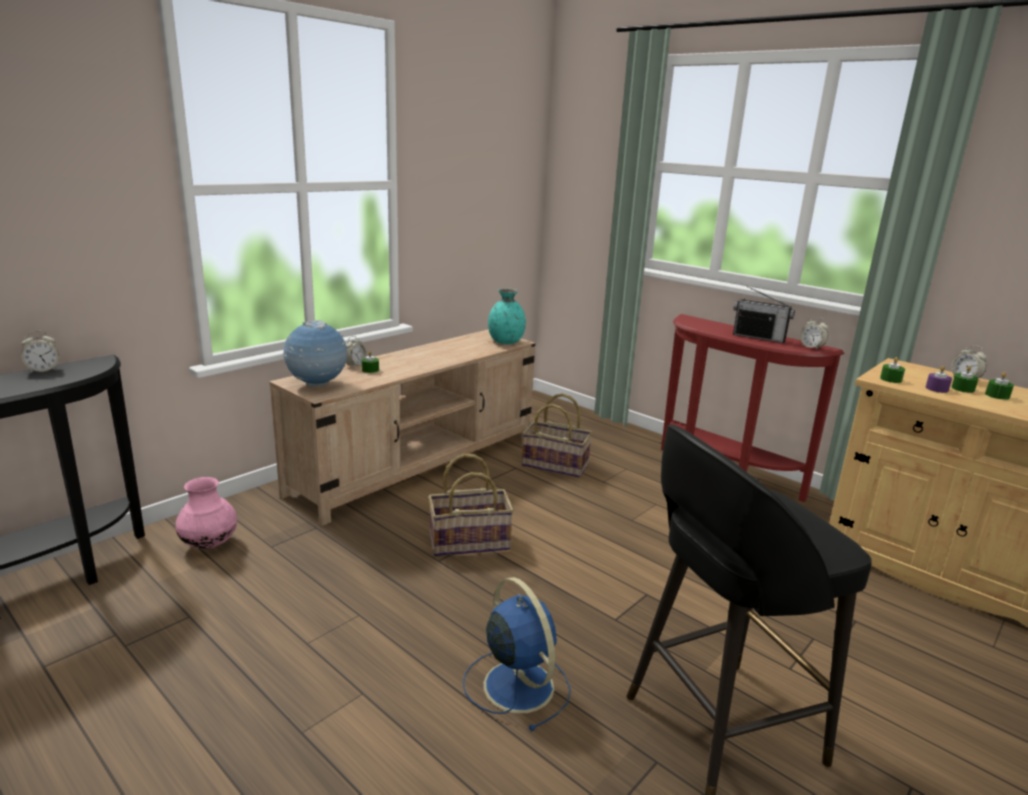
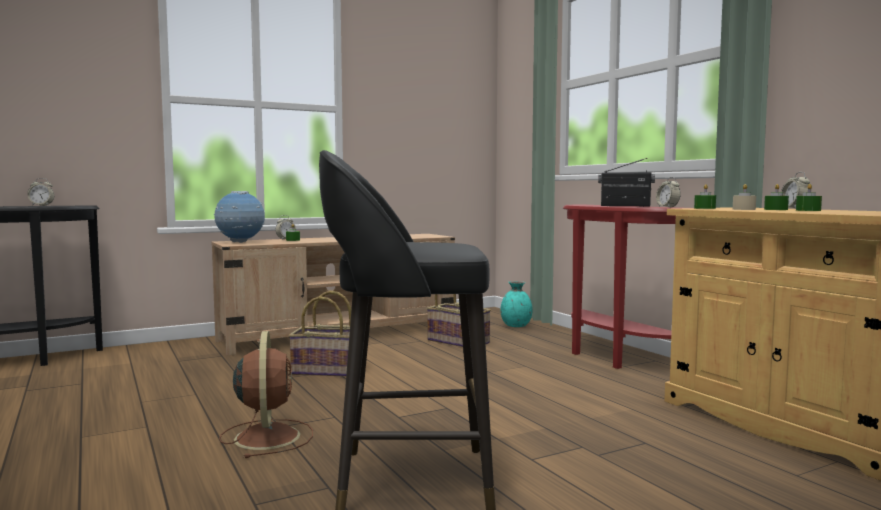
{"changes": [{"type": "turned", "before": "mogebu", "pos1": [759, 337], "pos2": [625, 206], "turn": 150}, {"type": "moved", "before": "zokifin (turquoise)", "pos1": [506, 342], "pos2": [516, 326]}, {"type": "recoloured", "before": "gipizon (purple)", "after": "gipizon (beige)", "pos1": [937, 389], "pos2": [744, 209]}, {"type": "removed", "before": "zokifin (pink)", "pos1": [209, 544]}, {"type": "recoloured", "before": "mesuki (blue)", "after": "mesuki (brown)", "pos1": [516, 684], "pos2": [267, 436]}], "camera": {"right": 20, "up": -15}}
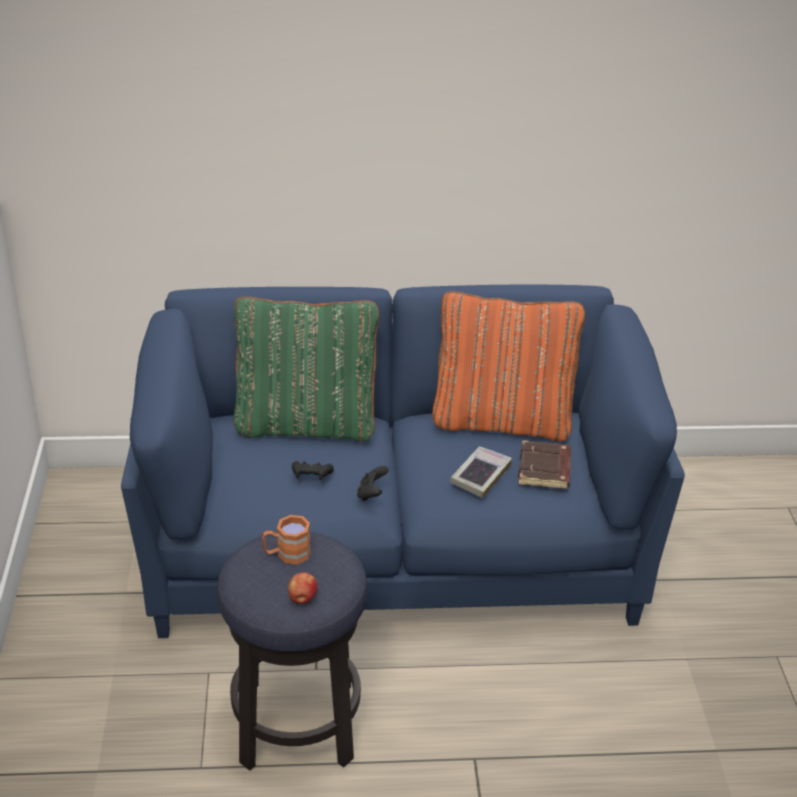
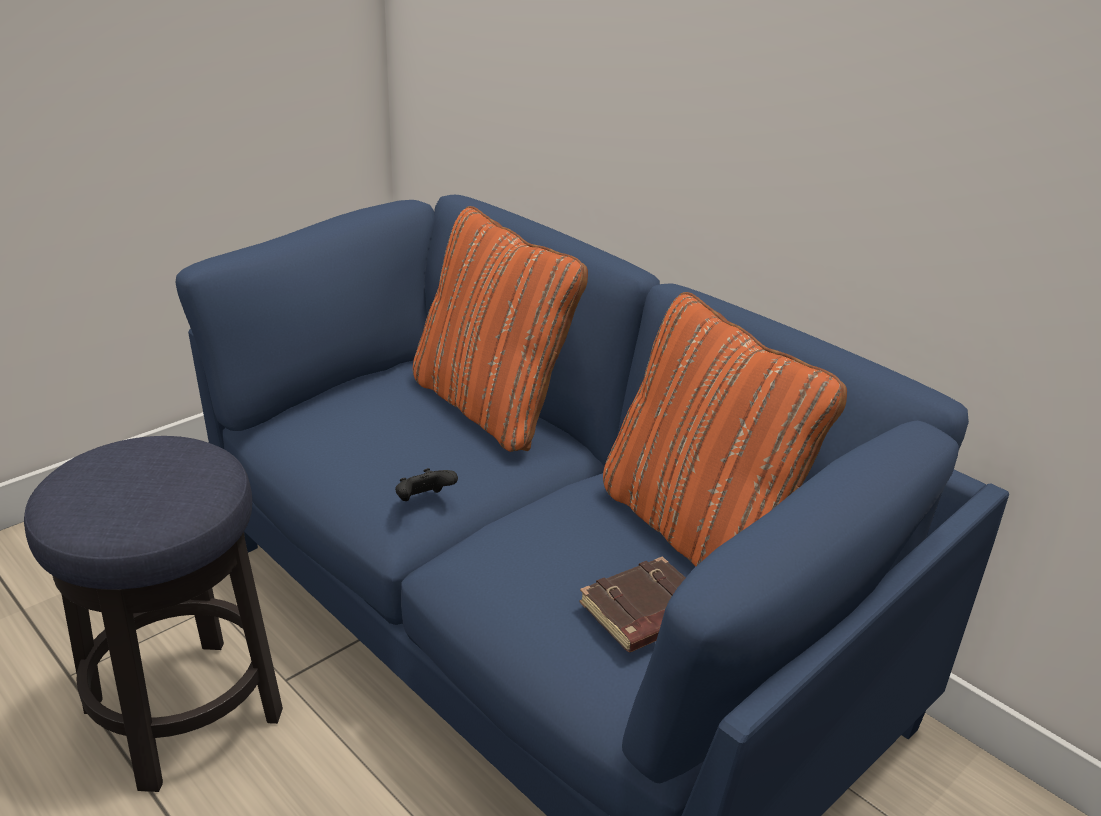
{"changes": [{"type": "recoloured", "before": "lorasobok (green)", "after": "lorasobok (orange)", "pos1": [306, 424], "pos2": [492, 406]}, {"type": "removed", "before": "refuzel", "pos1": [480, 475]}, {"type": "removed", "before": "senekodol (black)", "pos1": [311, 477]}, {"type": "removed", "before": "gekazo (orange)", "pos1": [286, 554]}, {"type": "removed", "before": "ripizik", "pos1": [302, 599]}], "camera": {"right": 50, "up": -5}}
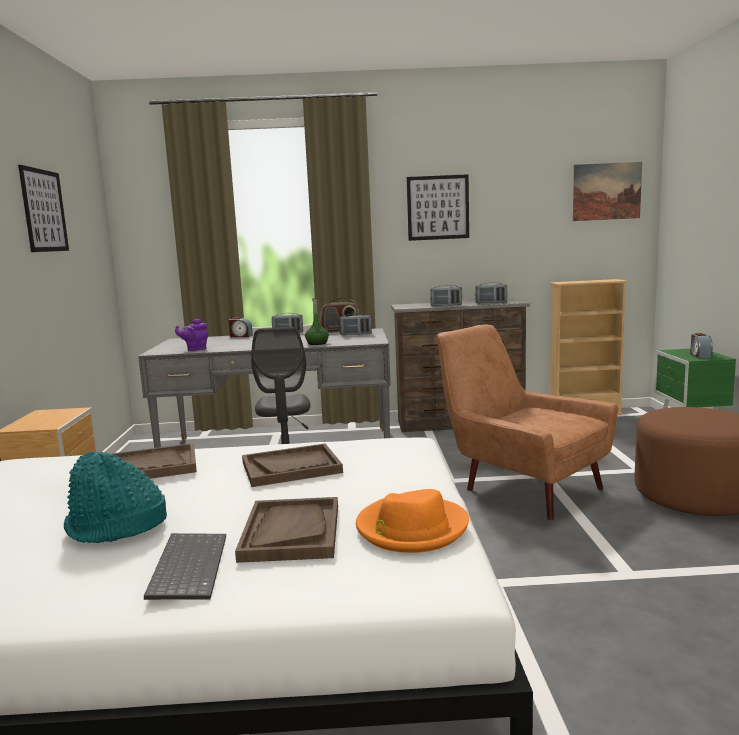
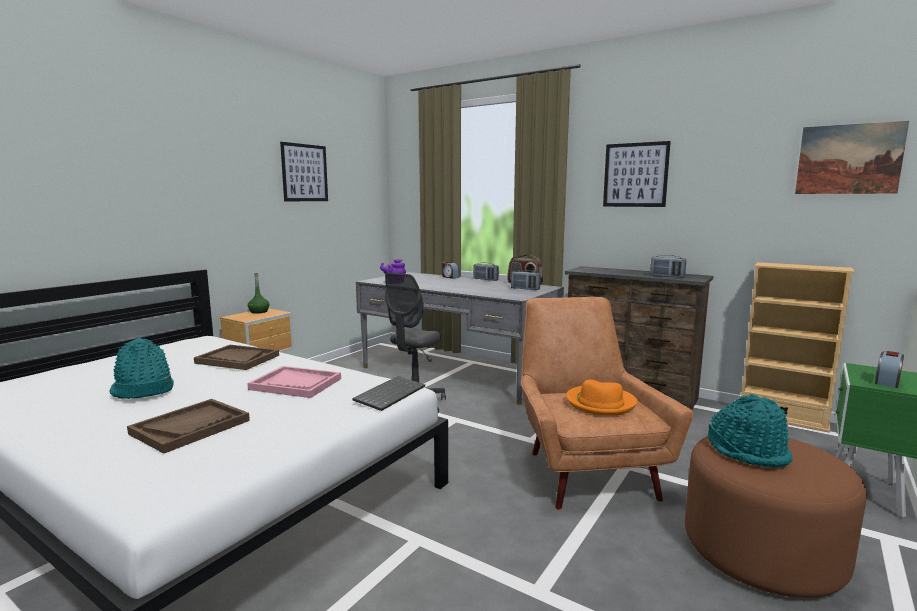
{"changes": [{"type": "removed", "before": "mogebu", "pos1": [446, 305]}, {"type": "moved", "before": "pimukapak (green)", "pos1": [317, 343], "pos2": [259, 312]}, {"type": "recoloured", "before": "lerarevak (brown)", "after": "lerarevak (pink)", "pos1": [291, 467], "pos2": [296, 384]}, {"type": "moved", "before": "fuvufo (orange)", "pos1": [411, 528], "pos2": [599, 403]}, {"type": "moved", "before": "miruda", "pos1": [187, 567], "pos2": [389, 394]}, {"type": "added", "after": "fuvufo (turquoise)", "pos2": [748, 452]}], "camera": {"right": 35, "up": 0}}
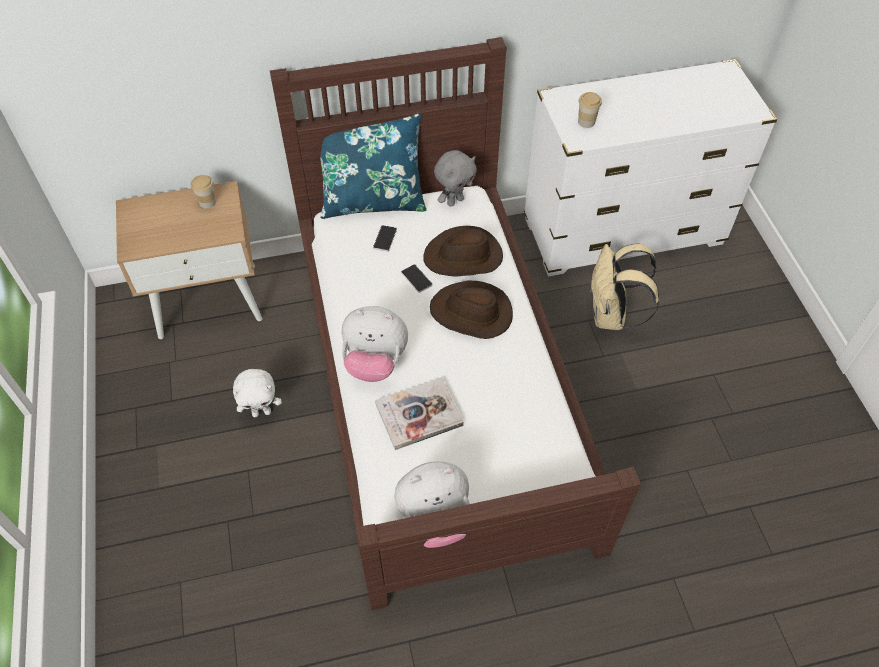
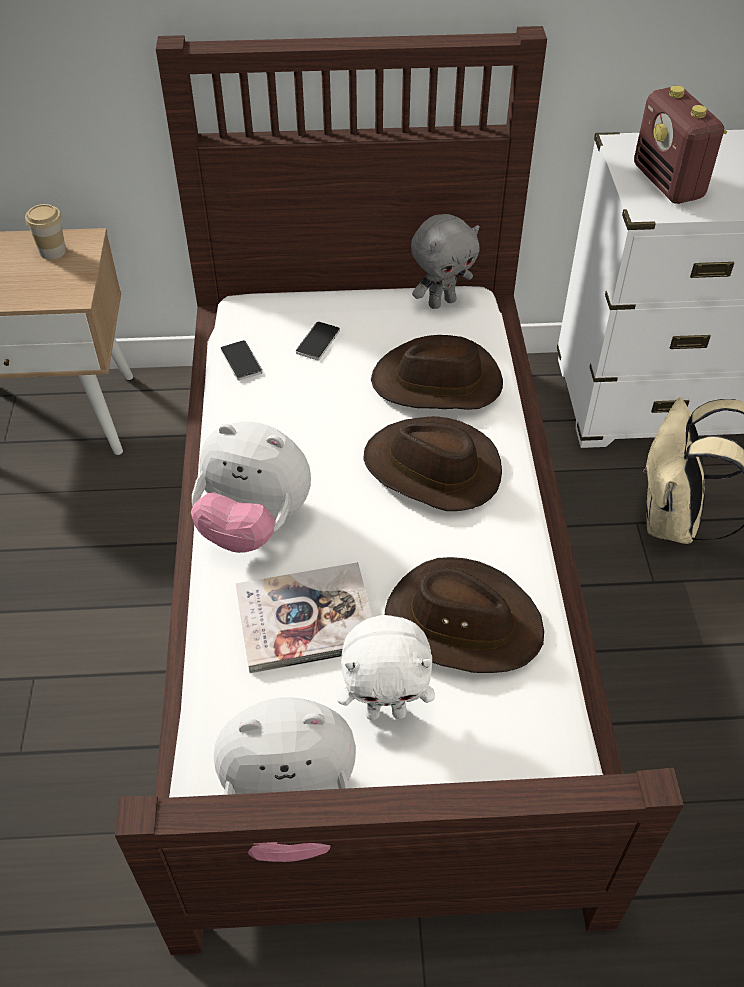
{"changes": [{"type": "replaced", "before": "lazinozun", "after": "mogebu", "pos1": [586, 122], "pos2": [668, 183]}, {"type": "removed", "before": "lorasobok (blue)", "pos1": [373, 201]}, {"type": "moved", "before": "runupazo", "pos1": [416, 279], "pos2": [241, 361]}, {"type": "moved", "before": "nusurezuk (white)", "pos1": [262, 412], "pos2": [386, 710]}, {"type": "added", "after": "fuvufo (brown)", "pos2": [462, 622]}], "camera": {"right": 10, "up": -5}}
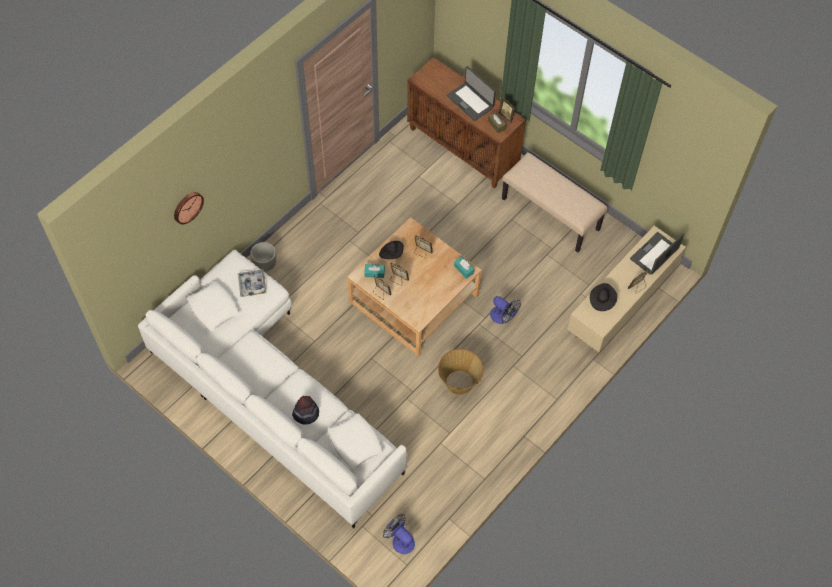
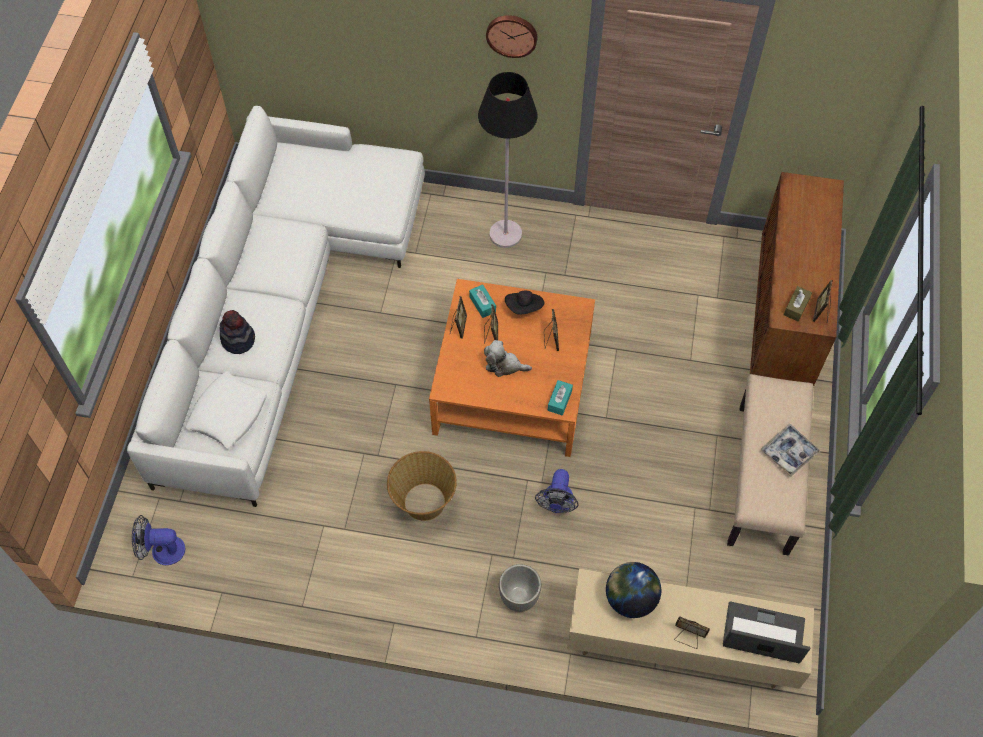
{"changes": [{"type": "removed", "before": "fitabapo", "pos1": [470, 101]}, {"type": "moved", "before": "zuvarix", "pos1": [187, 207], "pos2": [512, 34]}, {"type": "recoloured", "before": "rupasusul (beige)", "after": "rupasusul (orange)", "pos1": [414, 298], "pos2": [512, 385]}, {"type": "moved", "before": "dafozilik", "pos1": [265, 264], "pos2": [520, 597]}, {"type": "moved", "before": "lerarevak", "pos1": [252, 285], "pos2": [789, 452]}, {"type": "removed", "before": "lorasobok (white)", "pos1": [213, 308]}, {"type": "replaced", "before": "fuvufo (black)", "after": "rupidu", "pos1": [602, 300], "pos2": [630, 599]}, {"type": "turned", "before": "mesuki", "pos1": [400, 540], "pos2": [162, 550], "turn": -105}, {"type": "added", "after": "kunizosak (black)", "pos2": [505, 234]}, {"type": "added", "after": "nusurezuk", "pos2": [504, 365]}], "camera": {"right": 60, "up": 0}}
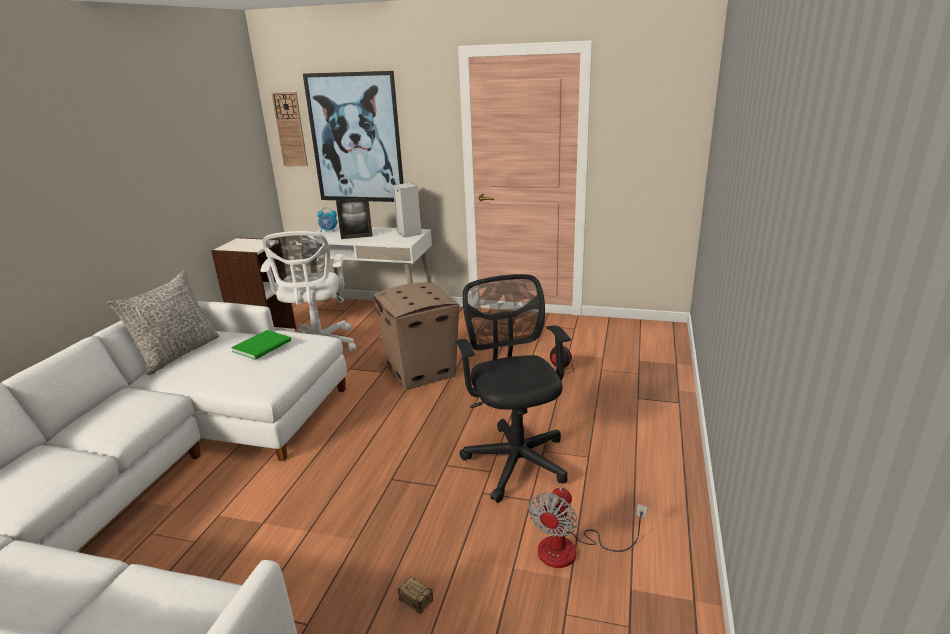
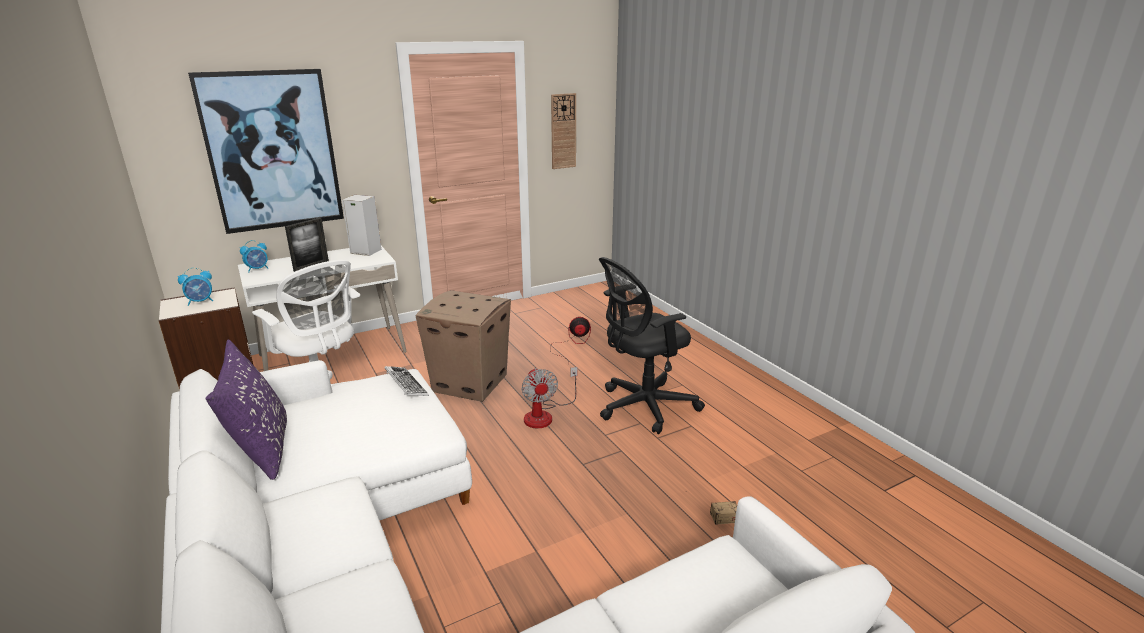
{"changes": [{"type": "moved", "before": "zuvarix", "pos1": [290, 129], "pos2": [563, 131]}, {"type": "recoloured", "before": "lorasobok (grey)", "after": "lorasobok (purple)", "pos1": [177, 354], "pos2": [262, 448]}, {"type": "turned", "before": "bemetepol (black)", "pos1": [515, 458], "pos2": [642, 407], "turn": -60}, {"type": "removed", "before": "refuzel (green)", "pos1": [264, 346]}, {"type": "moved", "before": "mesuki", "pos1": [571, 550], "pos2": [545, 415]}, {"type": "added", "after": "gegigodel", "pos2": [201, 302]}, {"type": "added", "after": "miruda", "pos2": [406, 385]}], "camera": {"right": -45, "up": 0}}
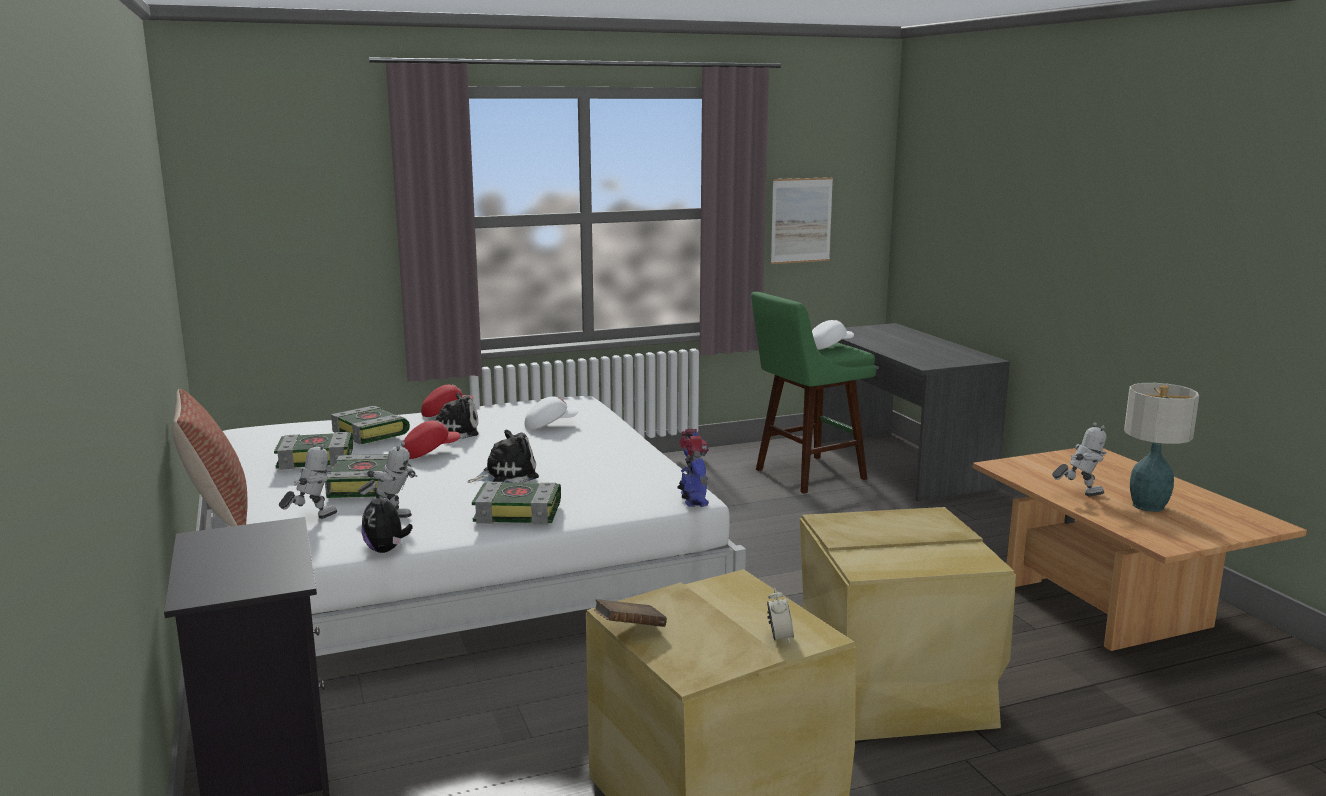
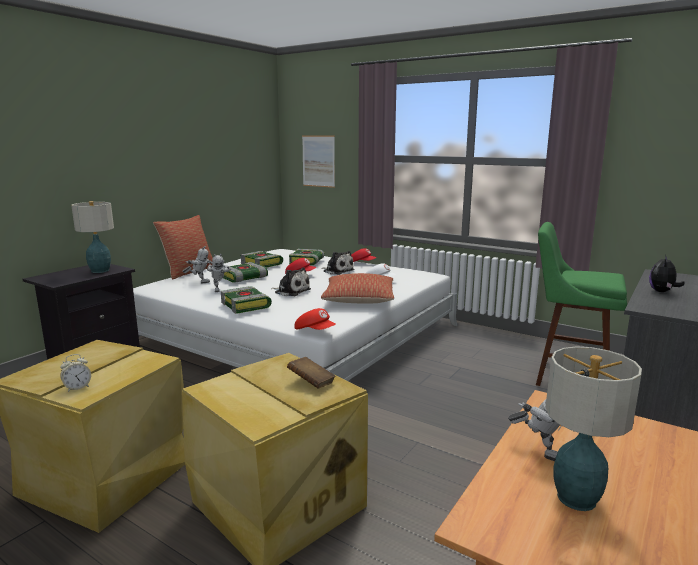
{"changes": [{"type": "moved", "before": "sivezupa", "pos1": [801, 220], "pos2": [318, 161]}, {"type": "removed", "before": "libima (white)", "pos1": [829, 346]}, {"type": "replaced", "before": "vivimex", "after": "libima (red)", "pos1": [693, 500], "pos2": [315, 331]}, {"type": "moved", "before": "nusurezuk", "pos1": [386, 550], "pos2": [662, 292]}, {"type": "moved", "before": "refuzel (brown)", "pos1": [630, 629], "pos2": [311, 382]}, {"type": "added", "after": "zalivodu", "pos2": [100, 271]}, {"type": "added", "after": "lorasobok", "pos2": [359, 299]}], "camera": {"right": 55, "up": 0}}
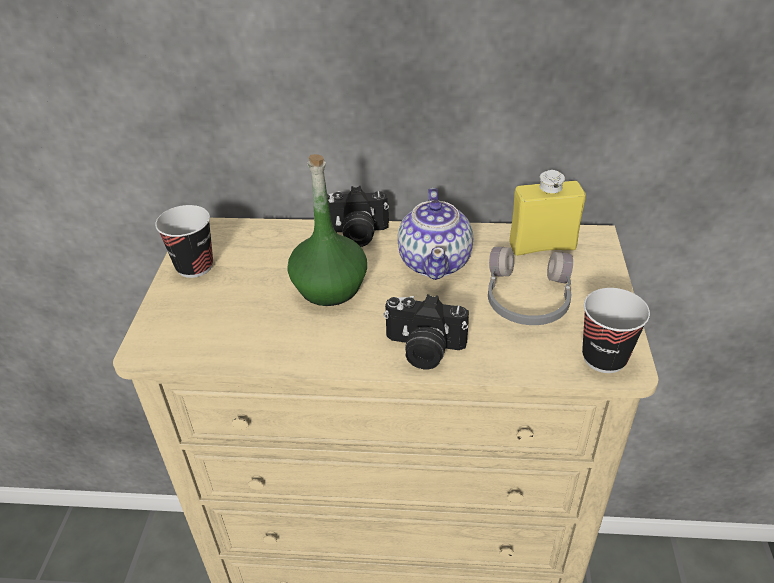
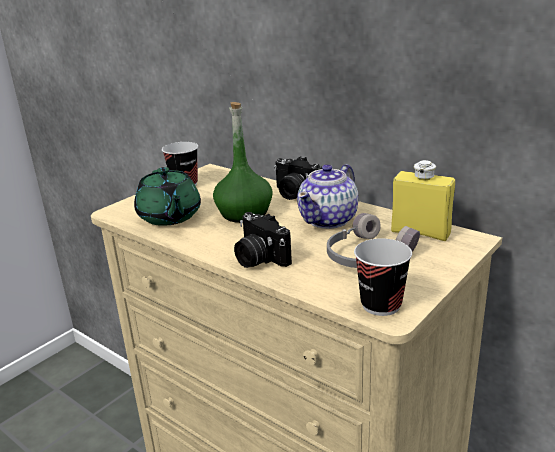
{"changes": [{"type": "added", "after": "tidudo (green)", "pos2": [169, 217]}], "camera": {"right": 35, "up": -15}}
